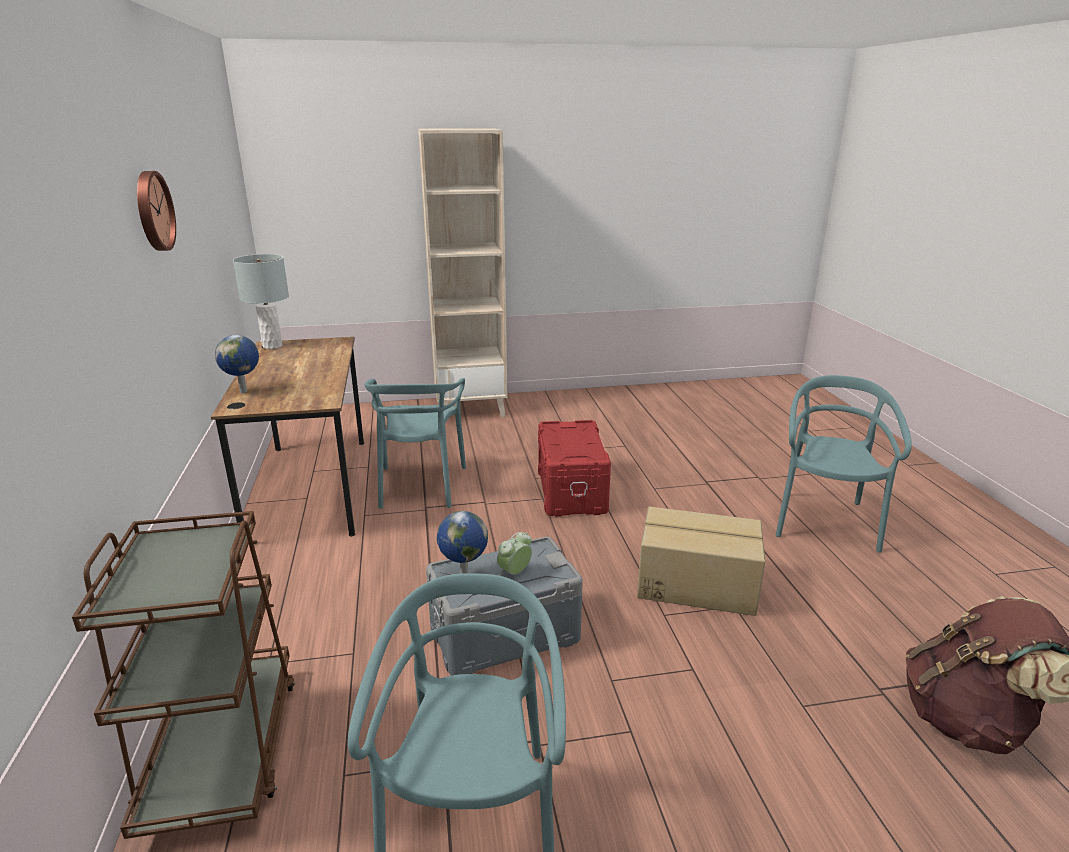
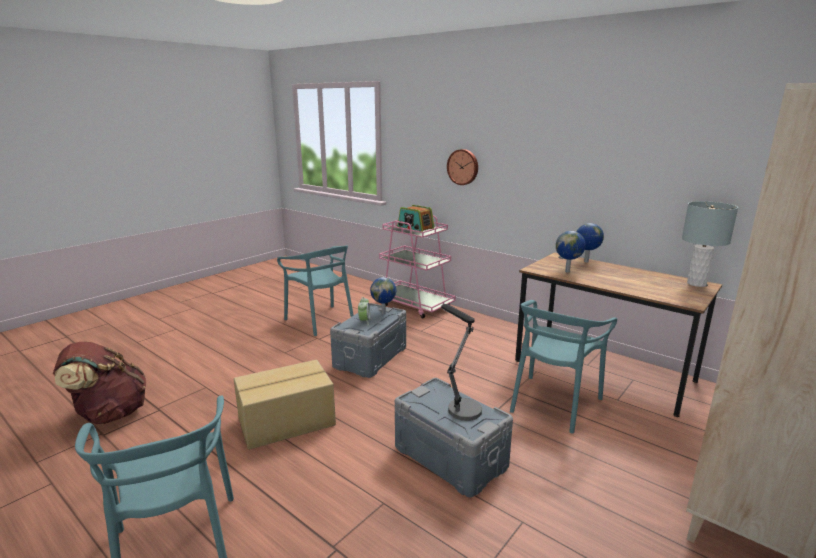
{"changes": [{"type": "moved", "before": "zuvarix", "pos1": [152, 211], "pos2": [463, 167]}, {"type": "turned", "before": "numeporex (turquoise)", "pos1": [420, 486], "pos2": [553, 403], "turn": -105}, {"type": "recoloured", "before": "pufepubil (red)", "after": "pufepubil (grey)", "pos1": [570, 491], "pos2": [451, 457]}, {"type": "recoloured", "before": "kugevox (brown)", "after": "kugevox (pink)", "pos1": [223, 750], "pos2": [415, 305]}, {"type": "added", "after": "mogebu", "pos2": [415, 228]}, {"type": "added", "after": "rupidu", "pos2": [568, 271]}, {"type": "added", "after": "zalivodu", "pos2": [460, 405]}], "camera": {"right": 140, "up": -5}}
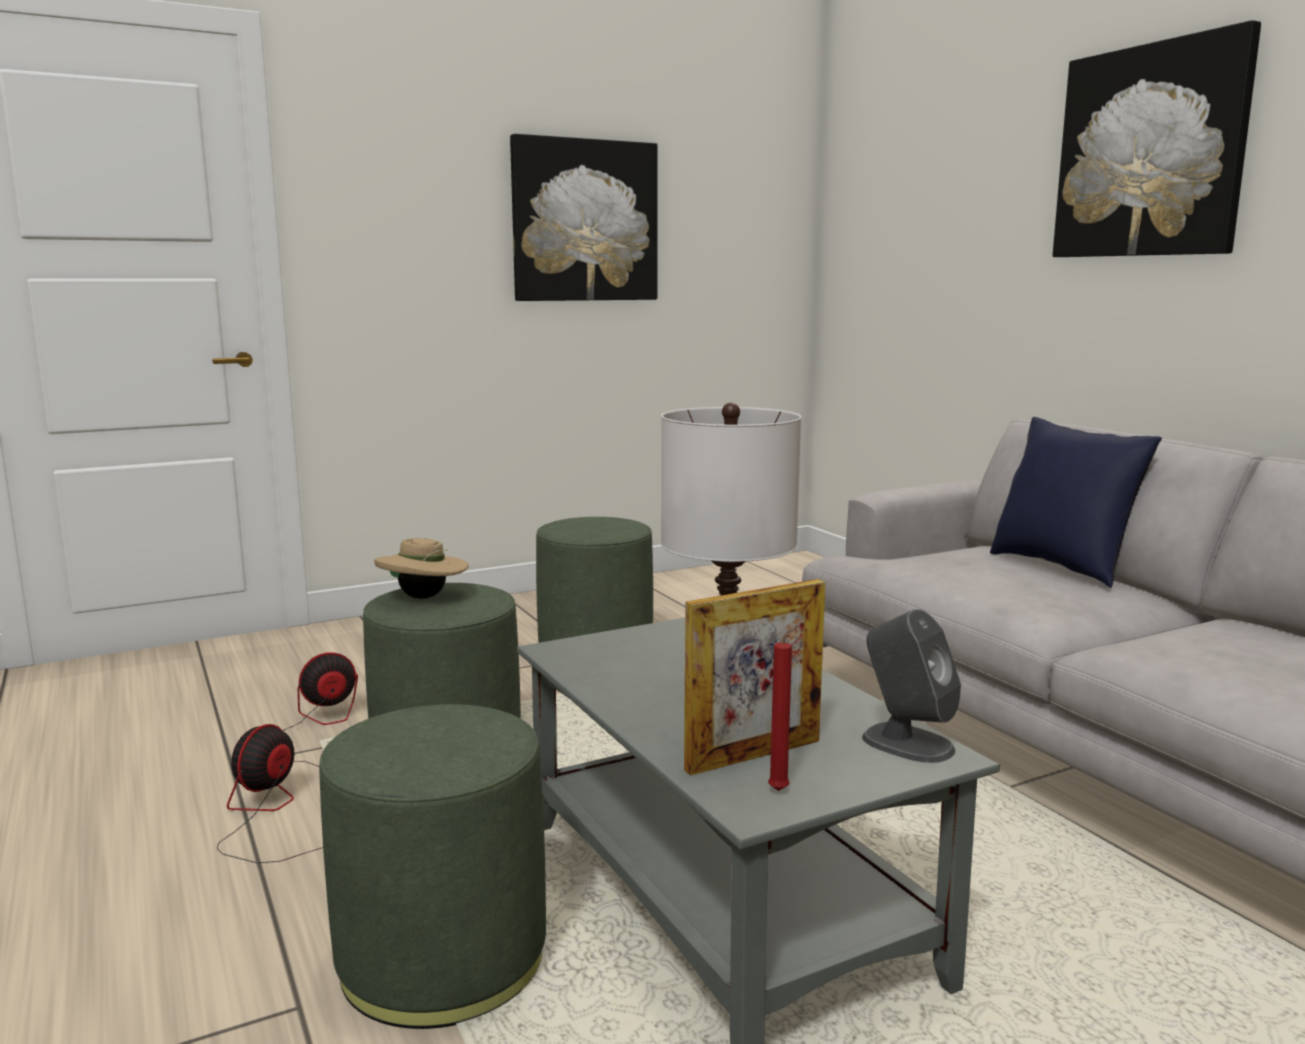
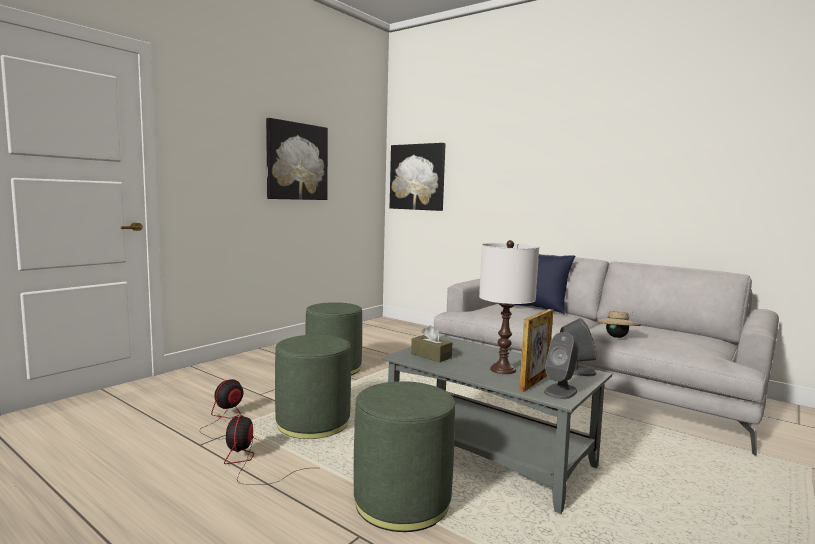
{"changes": [{"type": "moved", "before": "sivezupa", "pos1": [1151, 152], "pos2": [417, 177]}, {"type": "moved", "before": "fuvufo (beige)", "pos1": [424, 597], "pos2": [617, 337]}, {"type": "replaced", "before": "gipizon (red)", "after": "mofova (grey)", "pos1": [781, 790], "pos2": [560, 391]}, {"type": "added", "after": "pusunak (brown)", "pos2": [431, 356]}], "camera": {"right": -25, "up": -5}}
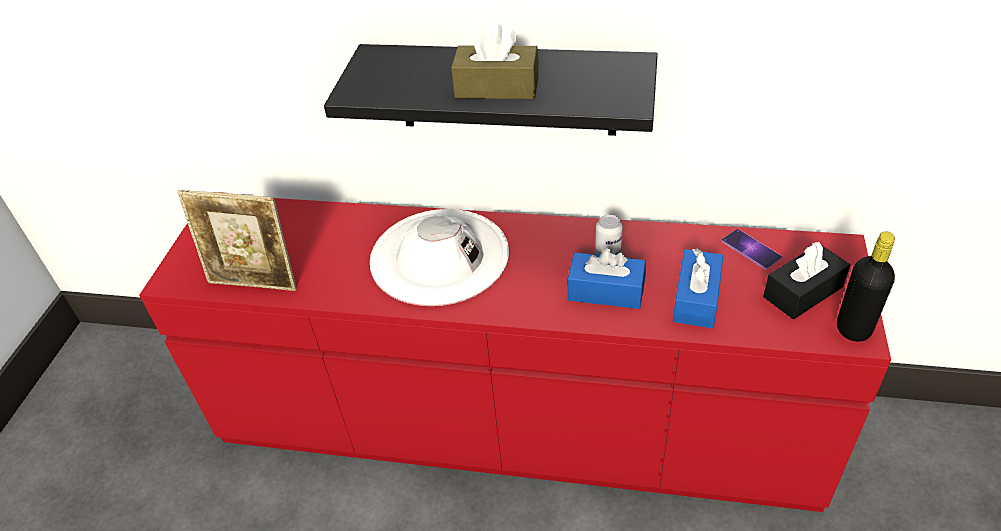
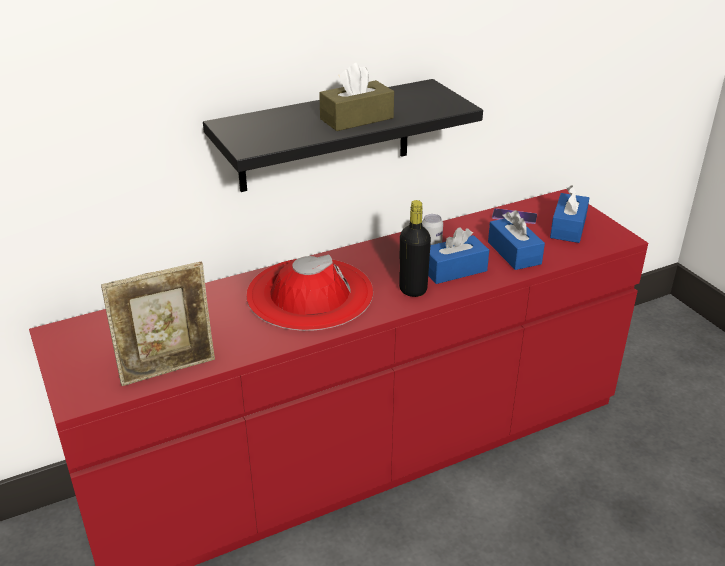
{"changes": [{"type": "recoloured", "before": "fuvufo (white)", "after": "fuvufo (red)", "pos1": [439, 256], "pos2": [309, 294]}, {"type": "moved", "before": "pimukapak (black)", "pos1": [853, 329], "pos2": [413, 289]}, {"type": "recoloured", "before": "pusunak (black)", "after": "pusunak (blue)", "pos1": [803, 292], "pos2": [568, 227]}], "camera": {"right": -40, "up": -10}}
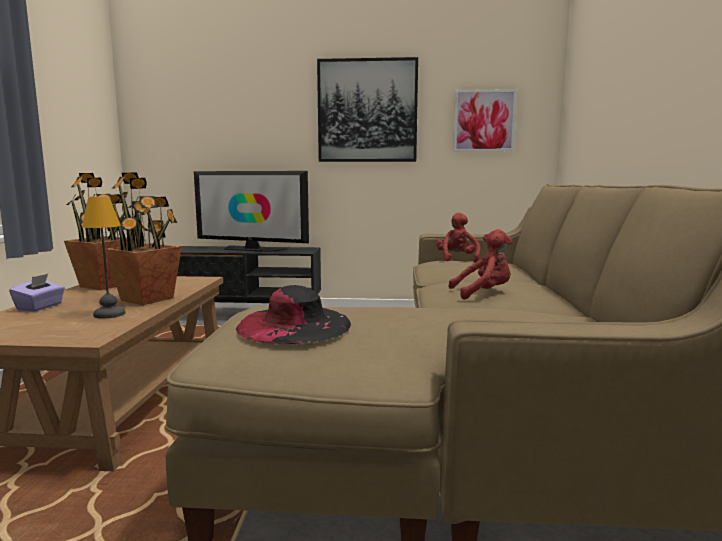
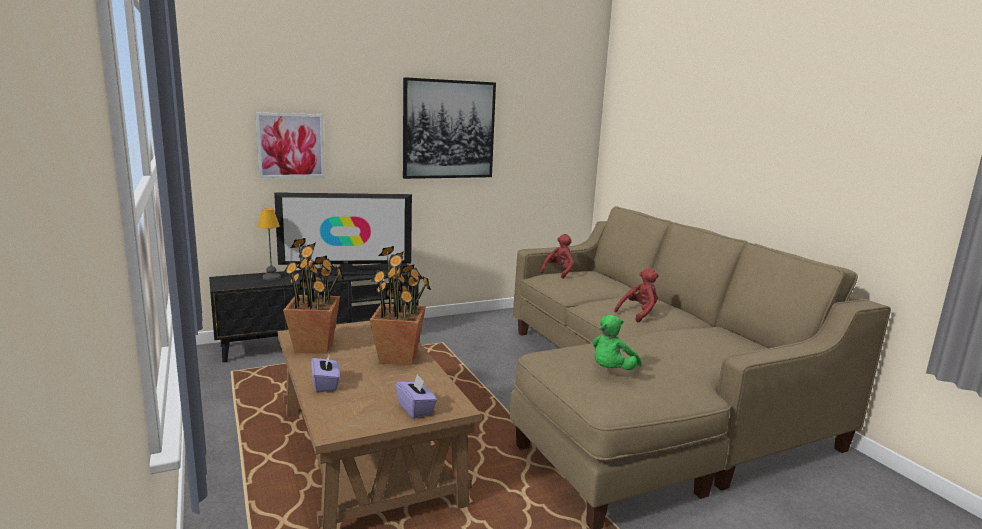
{"changes": [{"type": "moved", "before": "sivezupa", "pos1": [484, 121], "pos2": [291, 145]}, {"type": "moved", "before": "zalivodu", "pos1": [109, 314], "pos2": [271, 277]}, {"type": "turned", "before": "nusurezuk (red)", "pos1": [457, 259], "pos2": [558, 272], "turn": 60}, {"type": "replaced", "before": "fuvufo (black)", "after": "nusurezuk (green)", "pos1": [294, 325], "pos2": [611, 371]}, {"type": "added", "after": "pusunak (purple)", "pos2": [416, 409]}], "camera": {"right": -30, "up": 5}}
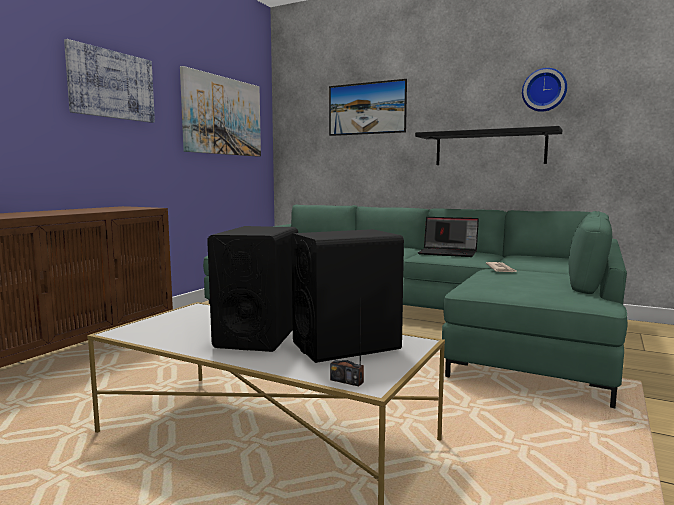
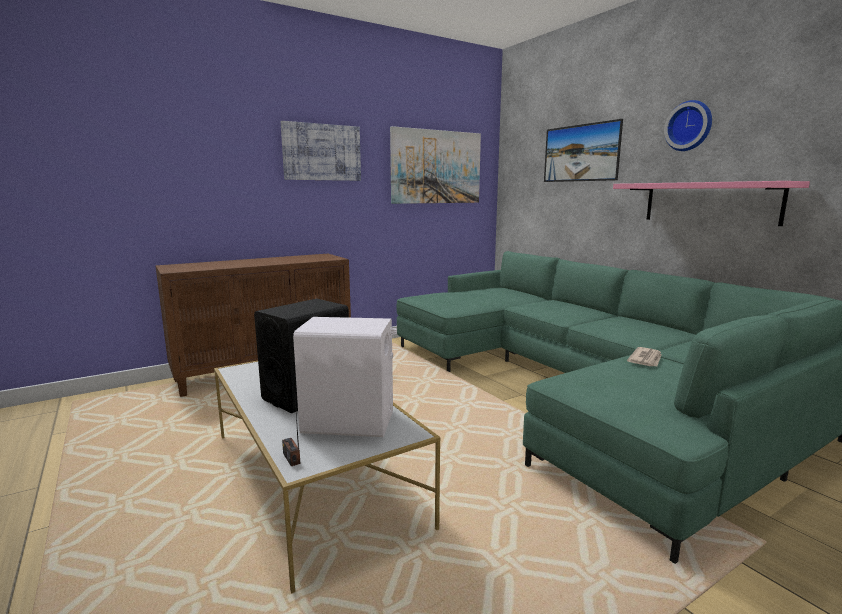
{"changes": [{"type": "moved", "before": "zuvarix", "pos1": [544, 90], "pos2": [689, 126]}, {"type": "recoloured", "before": "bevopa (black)", "after": "bevopa (pink)", "pos1": [489, 148], "pos2": [710, 202]}, {"type": "removed", "before": "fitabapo", "pos1": [449, 253]}, {"type": "recoloured", "before": "mofova (black)", "after": "mofova (white)", "pos1": [346, 346], "pos2": [349, 422]}], "camera": {"right": 30, "up": 5}}
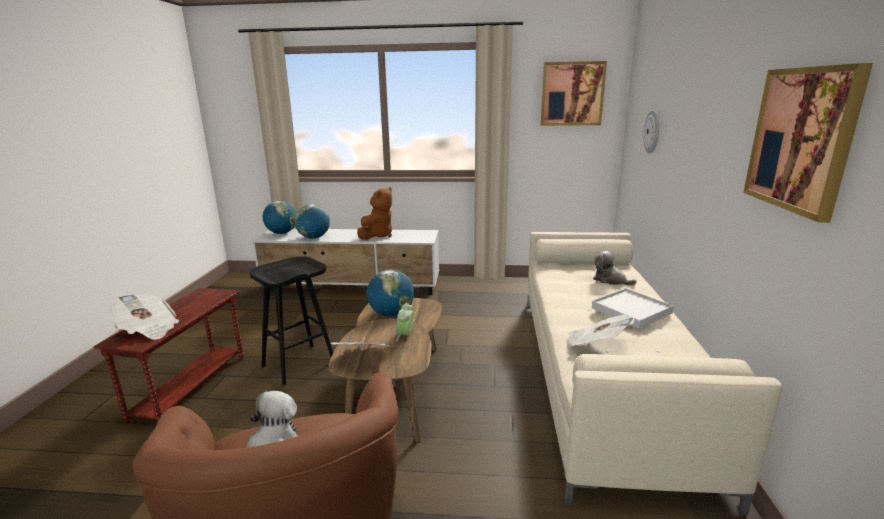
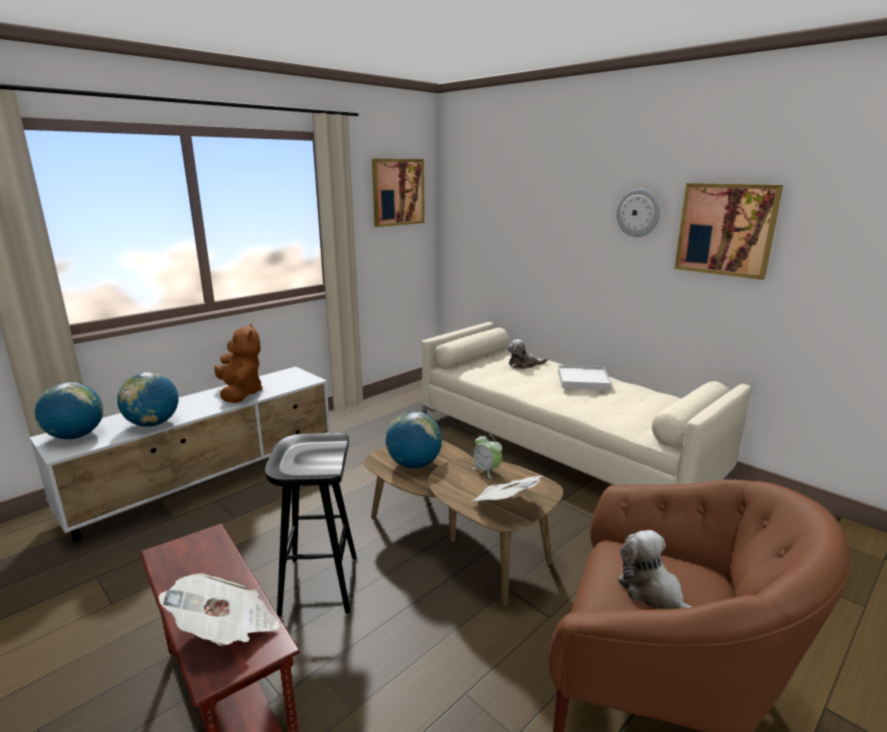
{"changes": [{"type": "moved", "before": "zuvarix", "pos1": [652, 131], "pos2": [638, 213]}, {"type": "removed", "before": "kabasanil", "pos1": [596, 345]}], "camera": {"right": -50, "up": 0}}
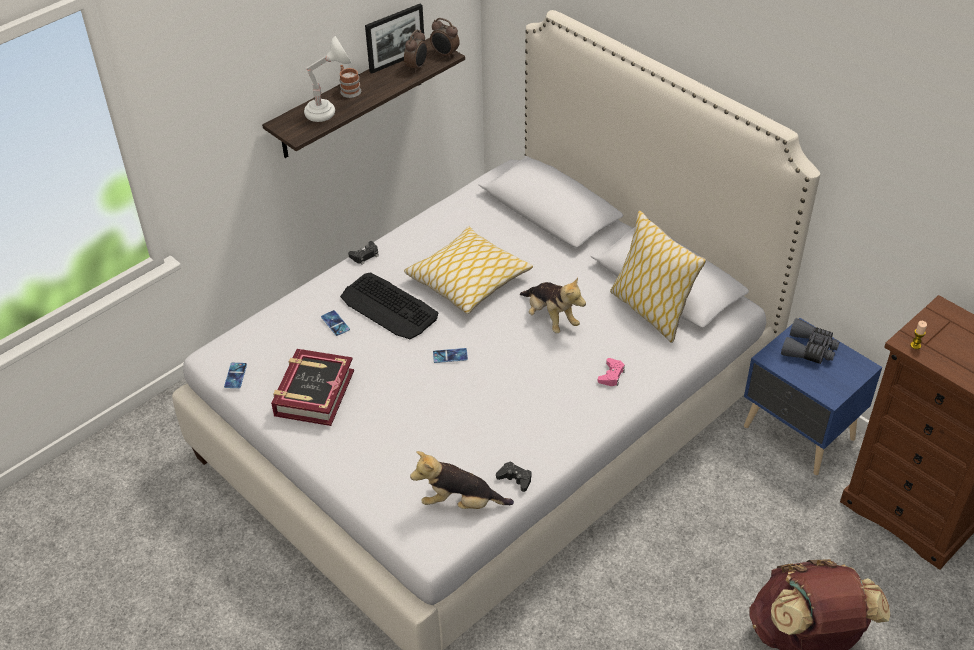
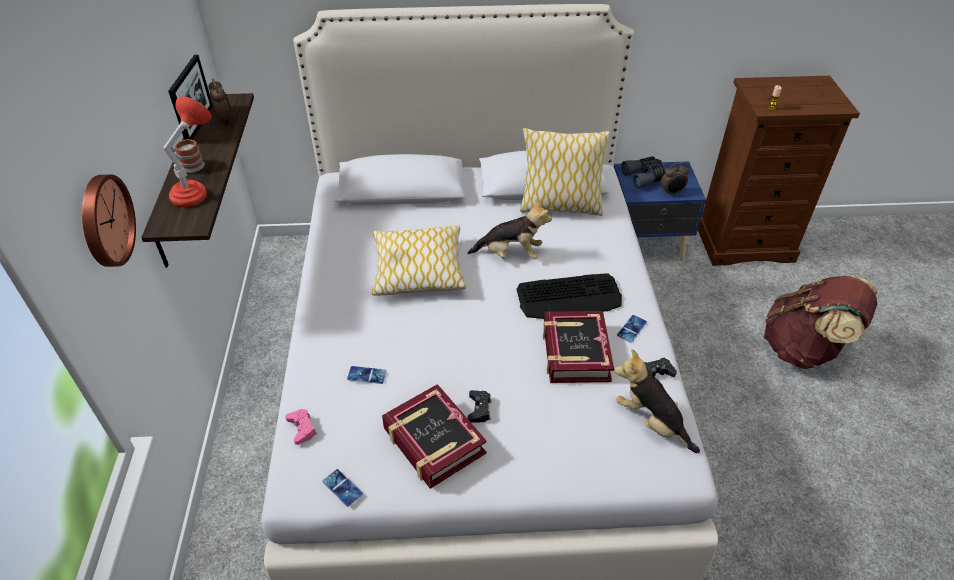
{"changes": [{"type": "moved", "before": "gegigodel", "pos1": [445, 54], "pos2": [672, 193]}, {"type": "recoloured", "before": "zalivodu (white)", "after": "zalivodu (red)", "pos1": [329, 112], "pos2": [197, 191]}, {"type": "moved", "before": "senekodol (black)", "pos1": [365, 255], "pos2": [479, 409]}, {"type": "moved", "before": "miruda", "pos1": [389, 307], "pos2": [569, 297]}, {"type": "moved", "before": "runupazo", "pos1": [450, 356], "pos2": [631, 329]}, {"type": "moved", "before": "senekodol (pink)", "pos1": [611, 375], "pos2": [302, 428]}, {"type": "turned", "before": "nusurezuk", "pos1": [460, 503], "pos2": [651, 422], "turn": 90}, {"type": "added", "after": "zuvarix", "pos2": [104, 221]}, {"type": "added", "after": "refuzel", "pos2": [575, 352]}], "camera": {"right": -50, "up": 0}}
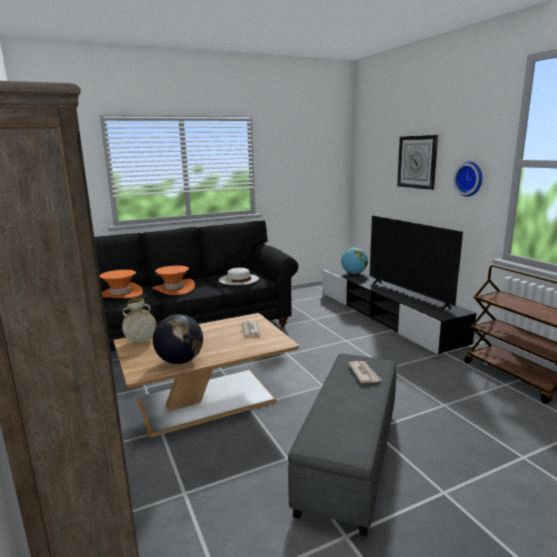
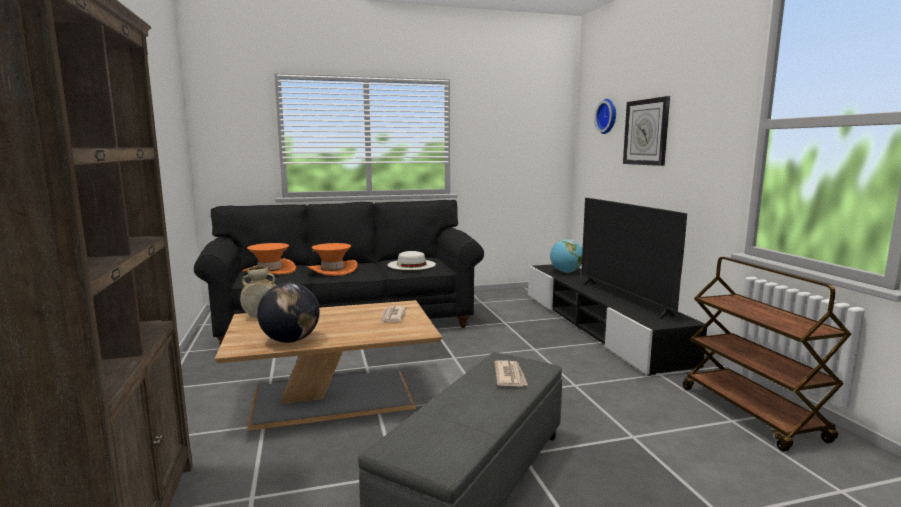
{"changes": [{"type": "moved", "before": "zuvarix", "pos1": [470, 178], "pos2": [608, 116]}], "camera": {"right": 10, "up": -5}}
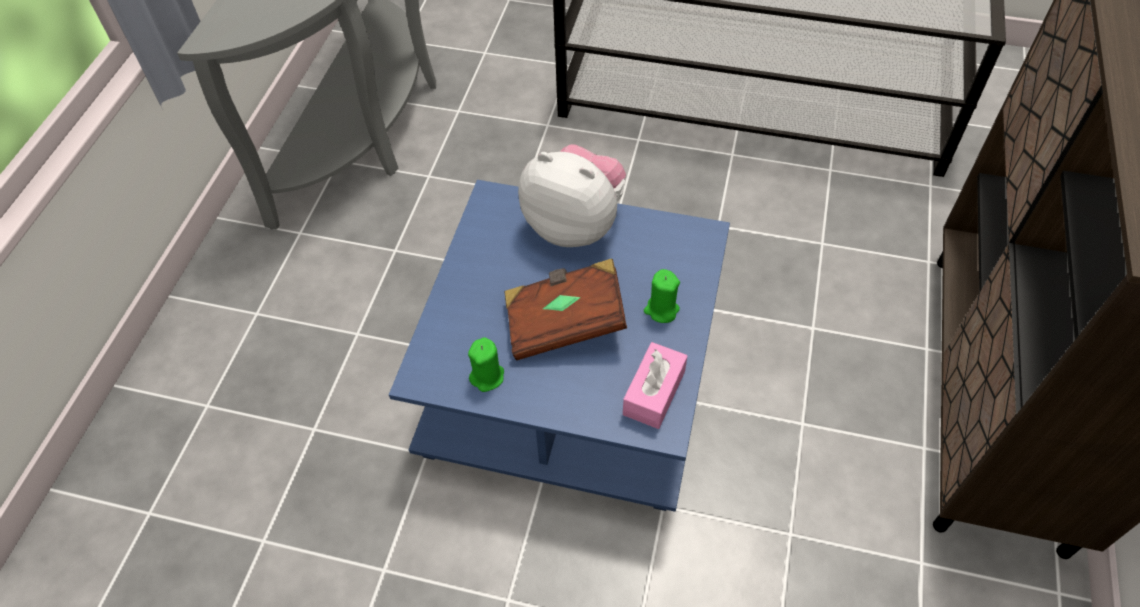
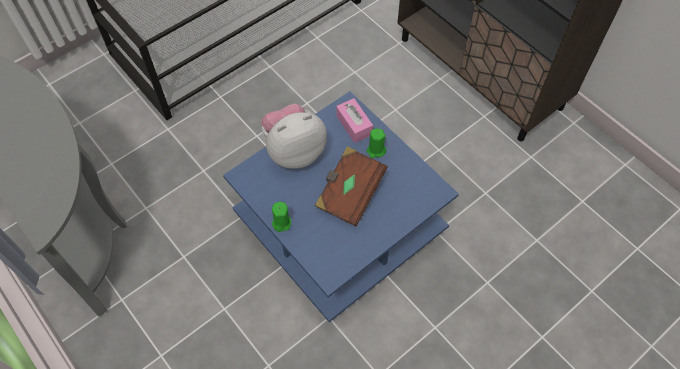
{"changes": [{"type": "moved", "before": "gipizon (green)", "pos1": [487, 376], "pos2": [281, 223]}, {"type": "moved", "before": "pusunak (pink)", "pos1": [654, 393], "pos2": [354, 125]}], "camera": {"right": -55, "up": 5}}
